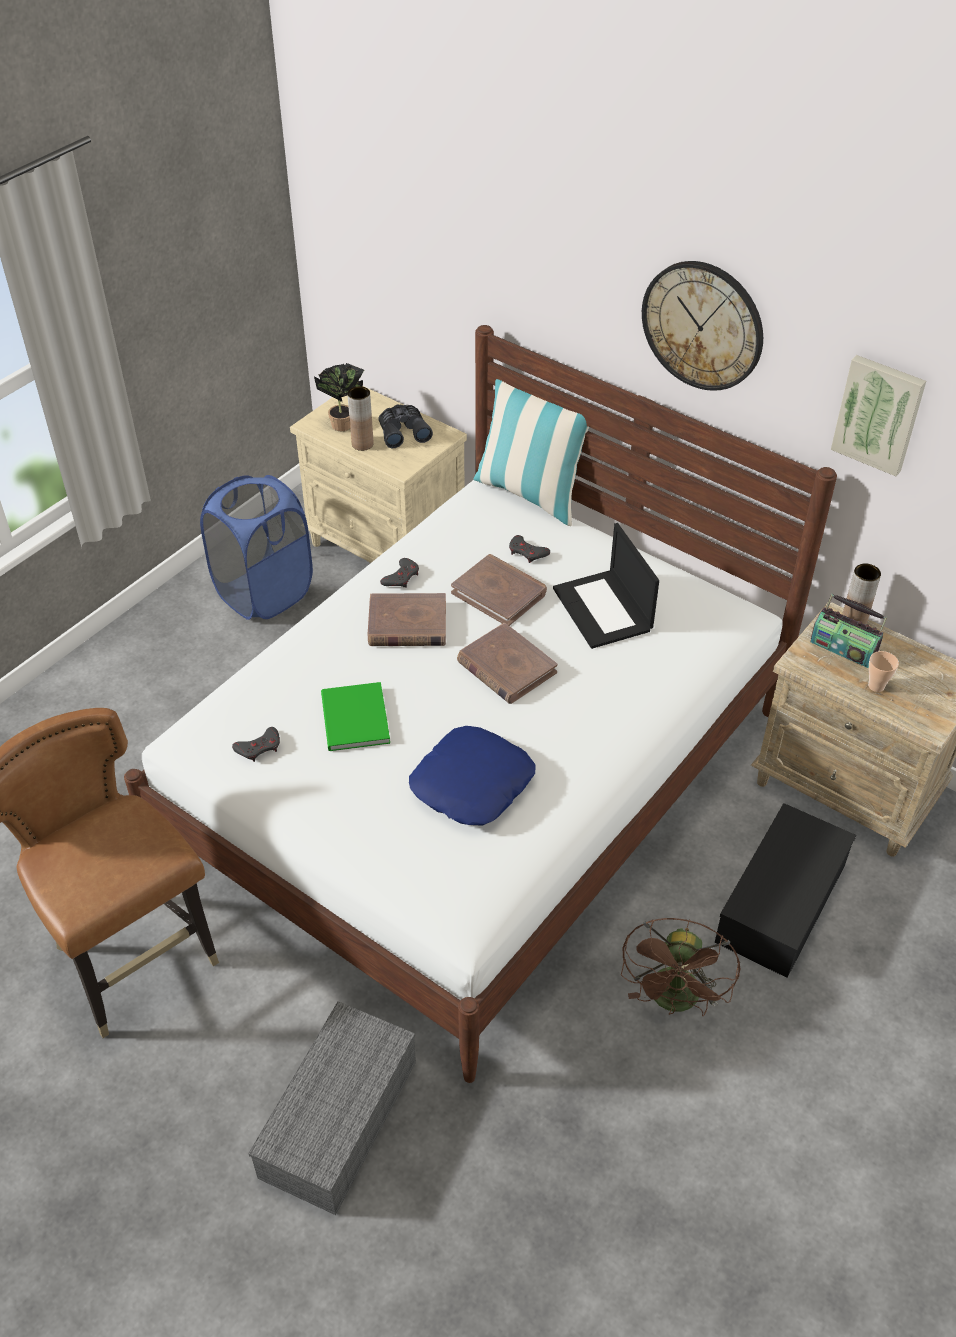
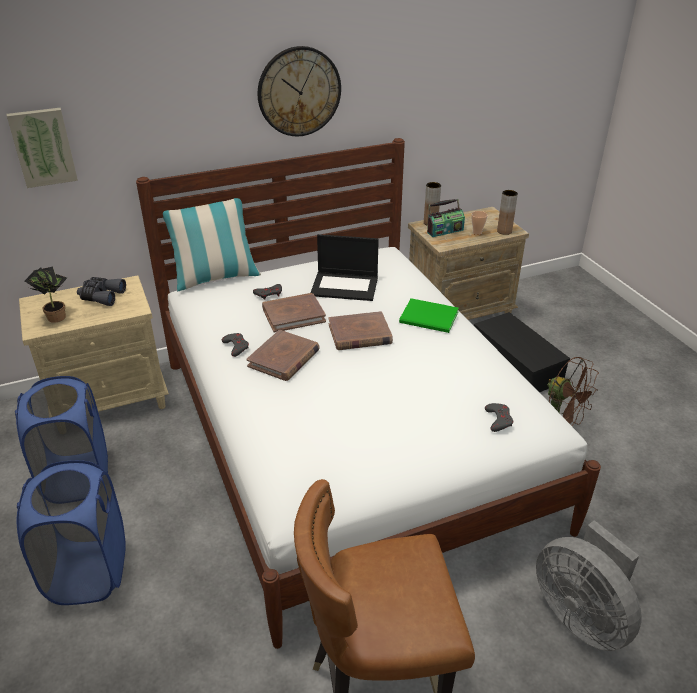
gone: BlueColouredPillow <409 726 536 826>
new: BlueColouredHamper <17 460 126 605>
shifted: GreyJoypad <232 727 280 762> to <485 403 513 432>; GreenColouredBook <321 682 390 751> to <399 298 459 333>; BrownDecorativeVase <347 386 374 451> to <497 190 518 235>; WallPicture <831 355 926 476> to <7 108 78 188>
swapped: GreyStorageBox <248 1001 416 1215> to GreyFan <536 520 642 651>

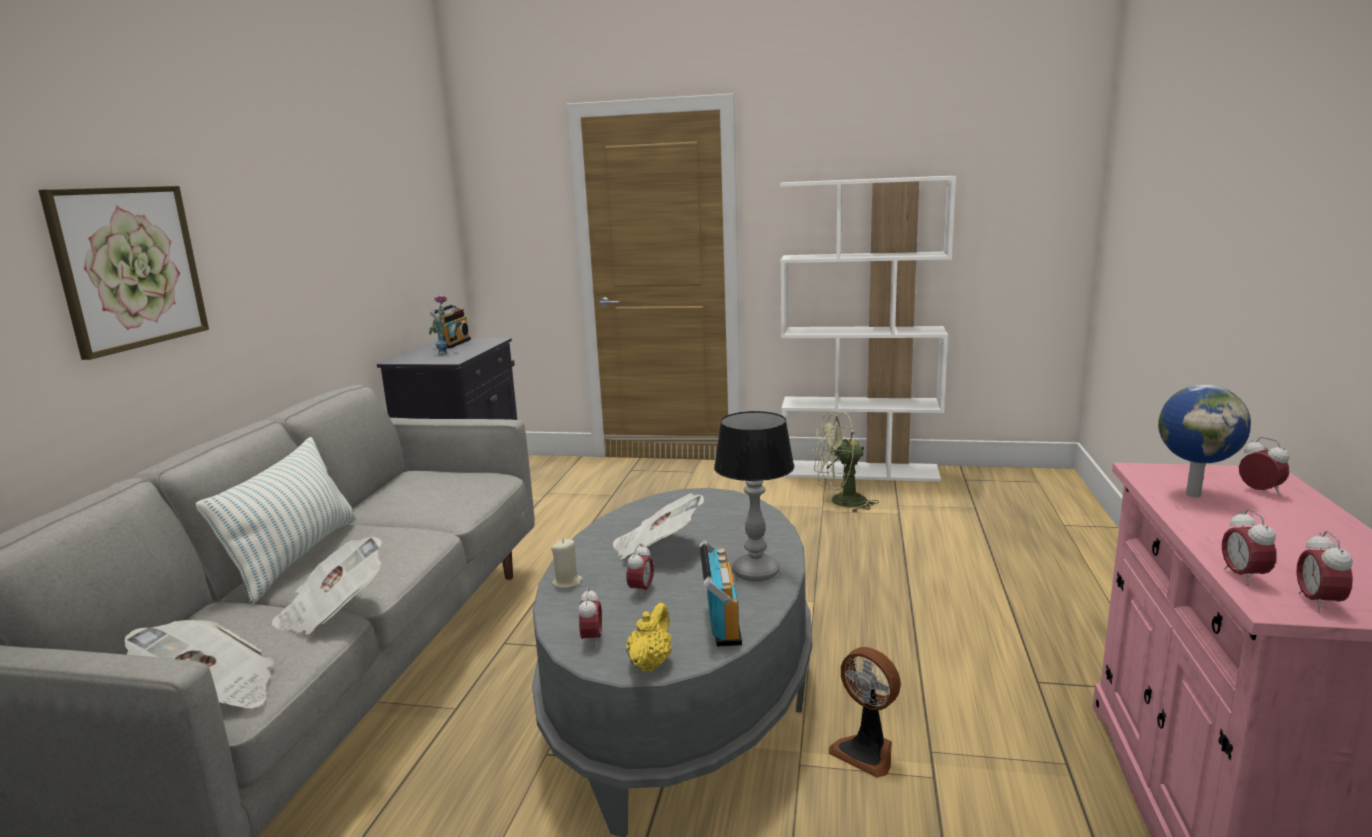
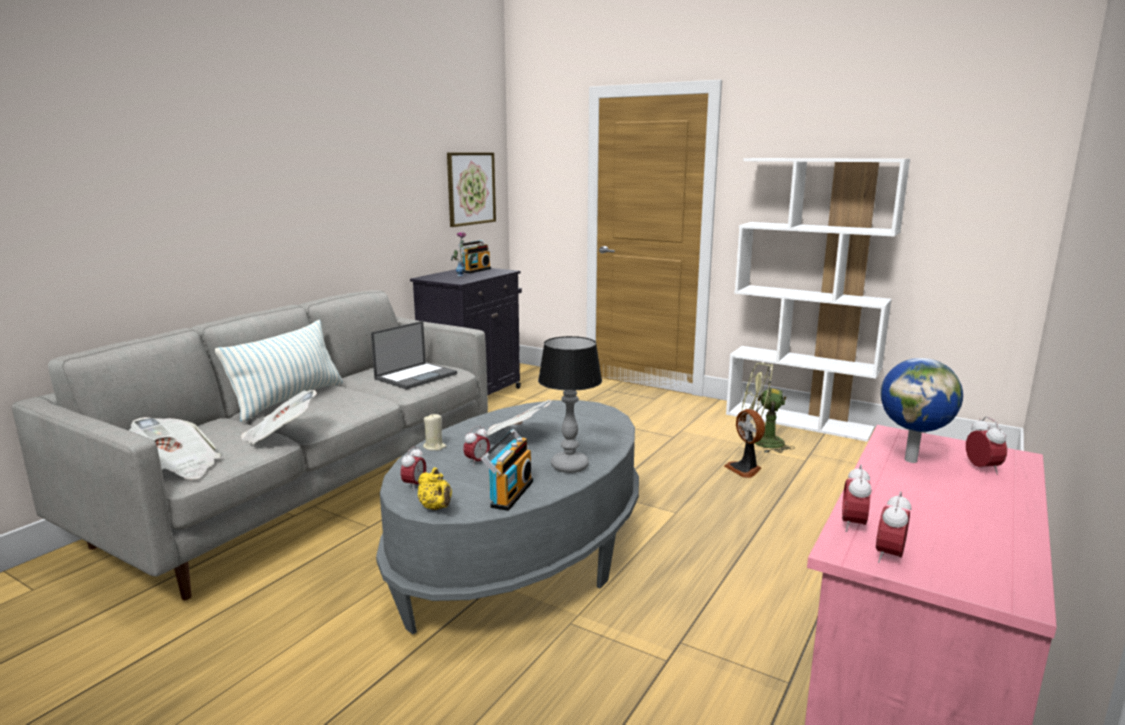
new: PortableComputer <371 321 457 390>
shifted: WallPicture <39 186 209 360> to <447 153 496 227>; Fan <829 647 901 778> to <724 409 765 478>
rotated: YellowishPotForTea <626 603 672 672> = <418 468 452 510> 105 degrees clockwise

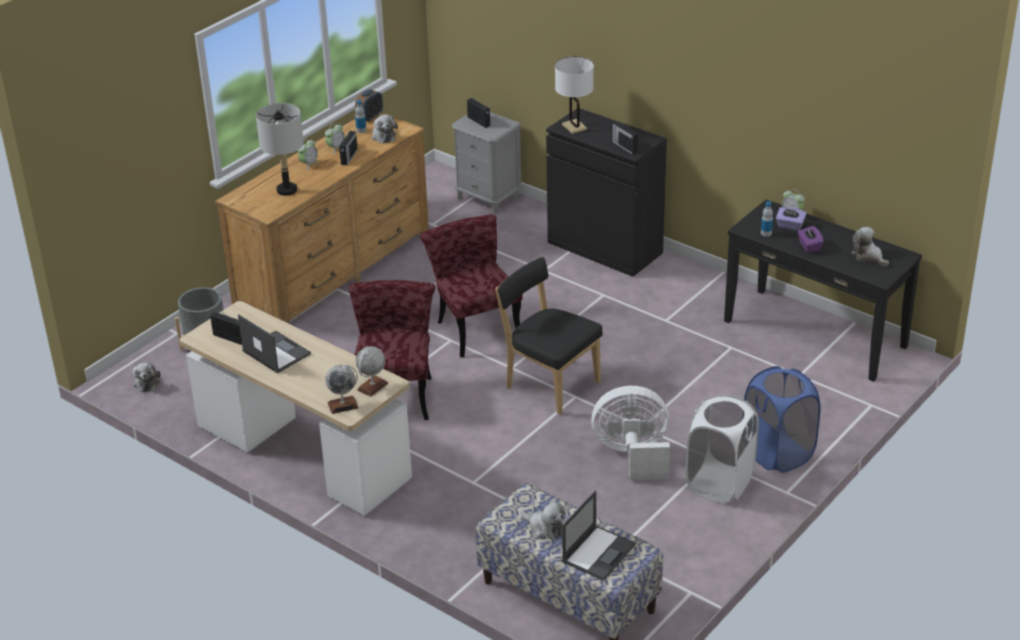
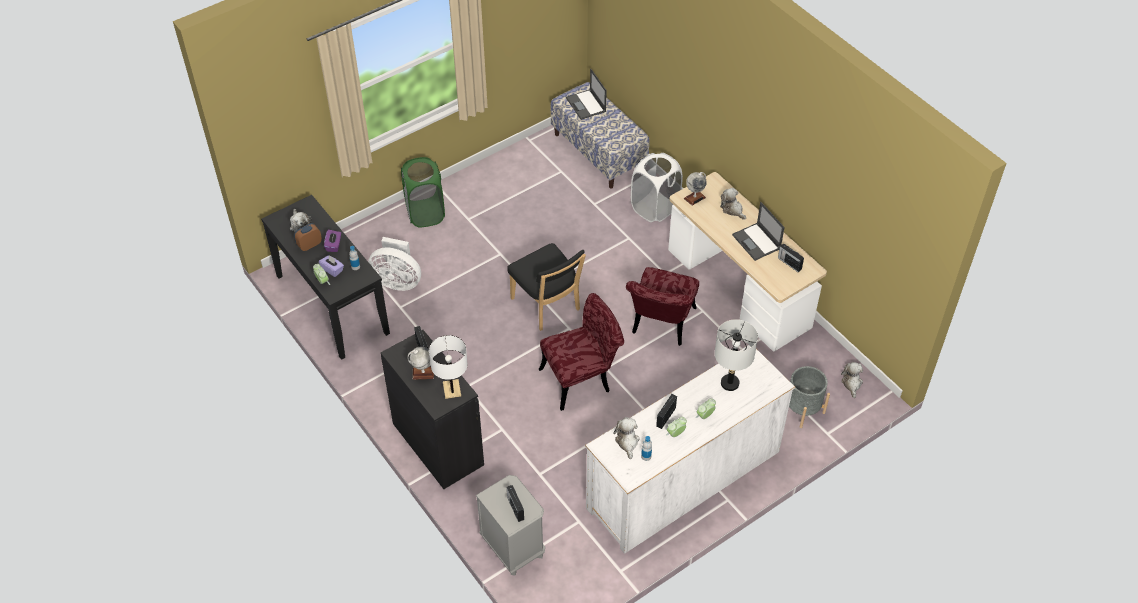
shifted: DeskGlobe <325 364 359 414> to <407 346 434 379>; TableClock <355 89 383 122> to <294 223 322 251>; SoftToy <520 502 566 539> to <720 188 746 220>; WhiteColouredFan <591 386 670 480> to <368 237 421 291>; WhiteColouredHamper <686 394 759 503> to <631 153 683 222>
repainted: BrownDresser <215 112 429 324> to WhiteColouredDresser <585 345 795 554>; BlueColouredHamper <744 366 820 473> to GreenColouredHamper <401 157 445 228>
rotated: RedChair <420 214 522 358> = <539 293 624 411> 105 degrees counterclockwise; PortableComputer <562 490 636 581> = <566 69 607 120> 75 degrees counterclockwise

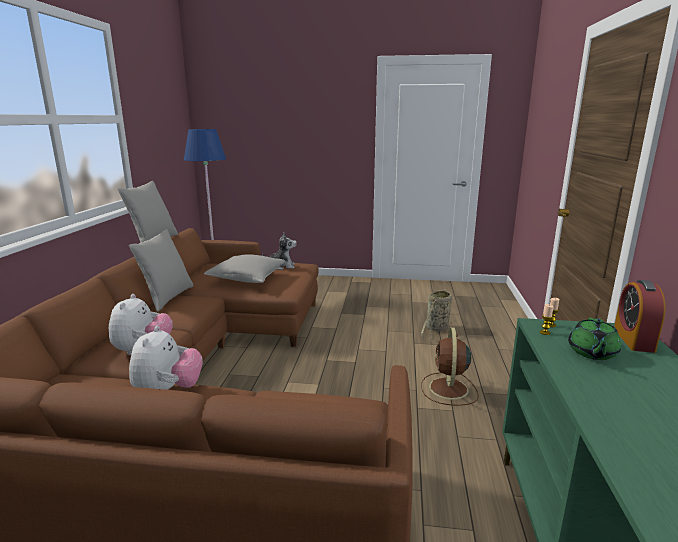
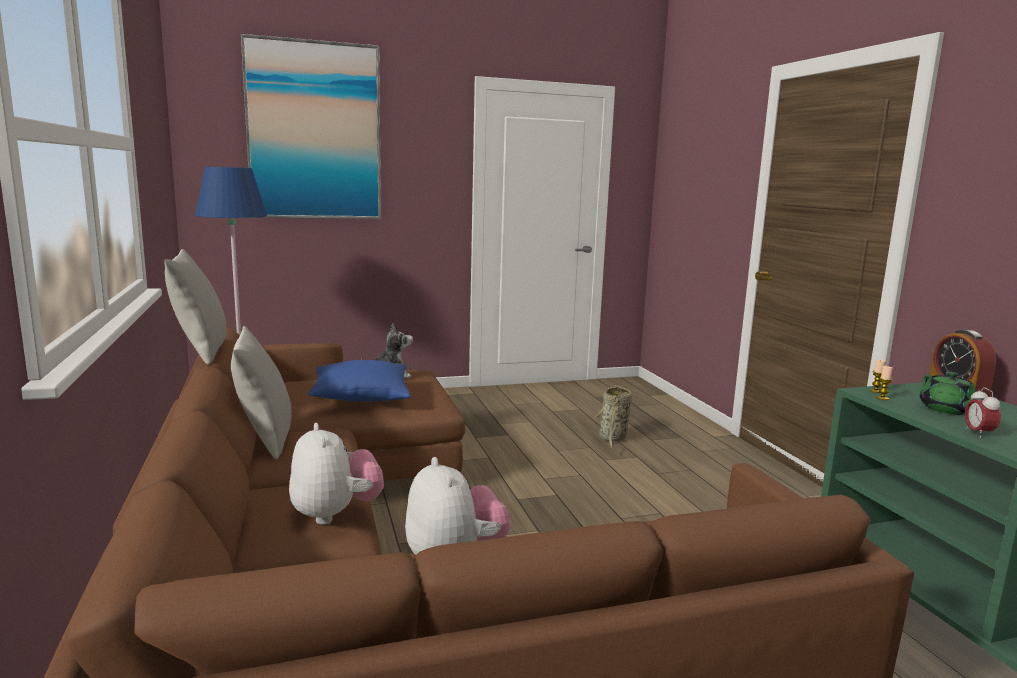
gone: BrownFan <421 327 479 406>
new: WallPicture <241 34 381 219>; TableClock <965 388 1001 438>
repainted: GreyPillow <204 254 285 283> to BlueColouredPillow <308 360 411 402>

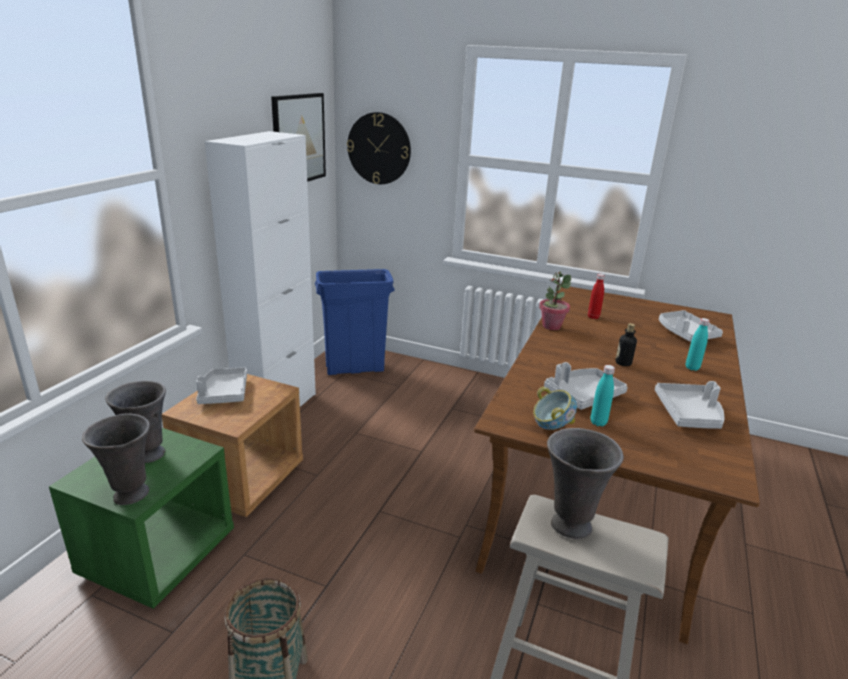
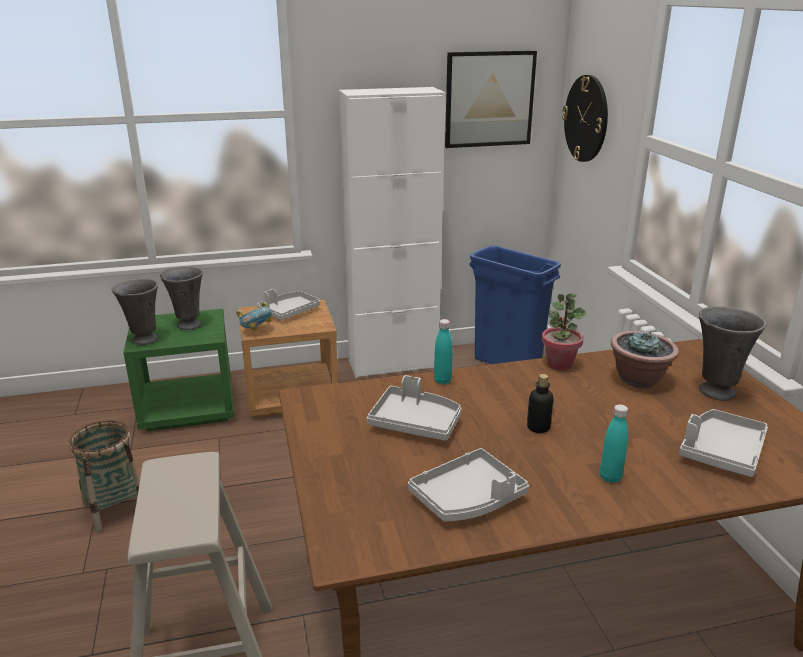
shifted: DeepDish <533 387 577 430> to <236 302 272 330>; GreyDecorativeVase <547 428 624 539> to <698 306 767 401>; BlueGreenBeverageBottle <591 365 615 426> to <434 319 453 384>
swapped: RedBeverageBottle <588 274 605 319> to PottedPlant <611 331 679 389>

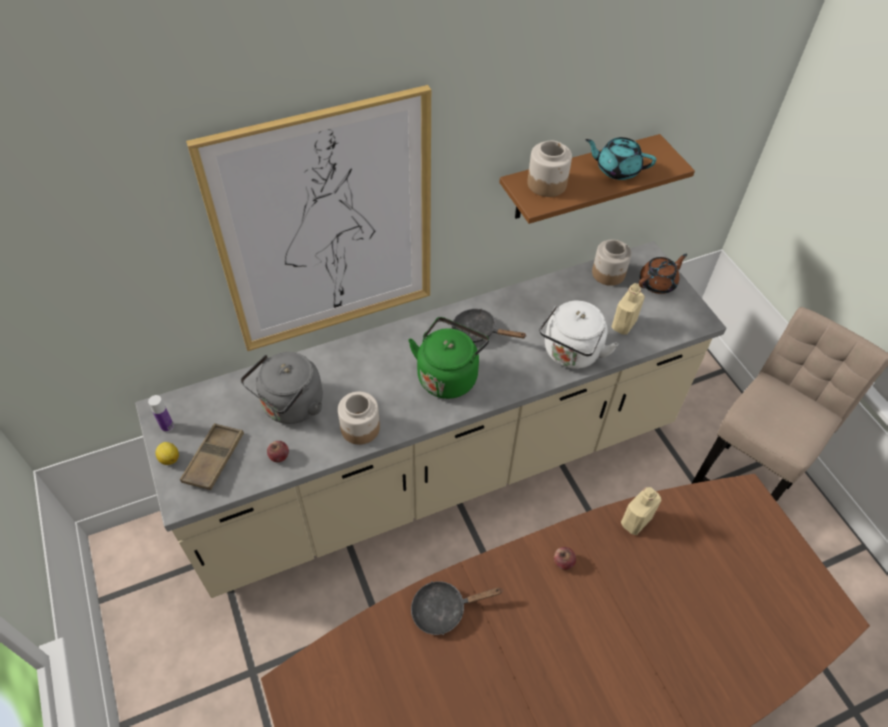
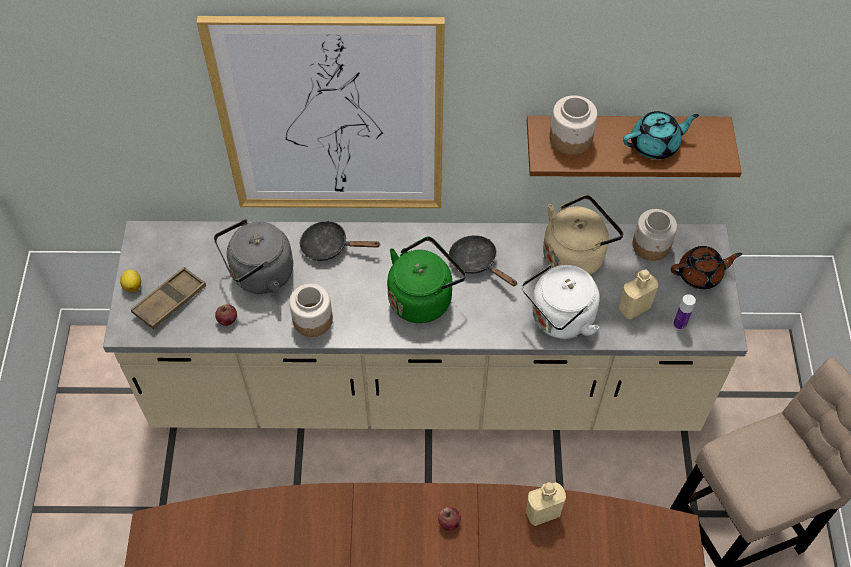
new: BeigeTeaKettle <543 195 623 275>
shifted: BeverageBottle <148 395 174 432> to <673 294 696 330>; BlackColouredSkillet <411 581 503 635> to <300 220 381 261>
rotated: BlueGreenPotForTea <585 137 656 180> = <623 111 699 159> 120 degrees clockwise

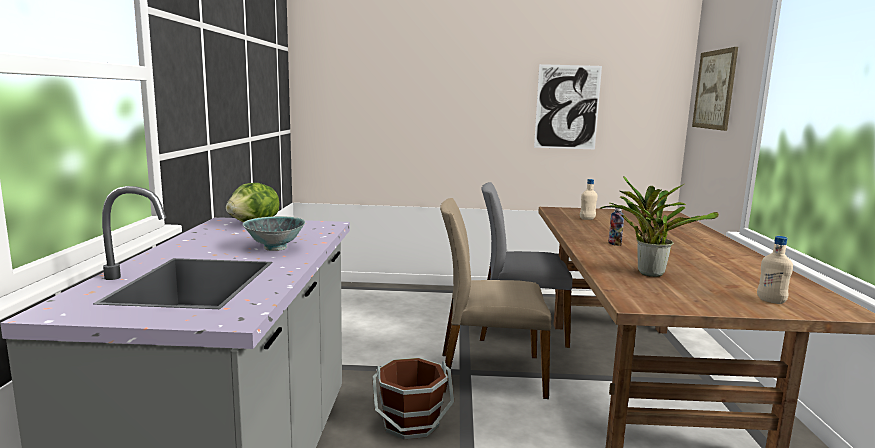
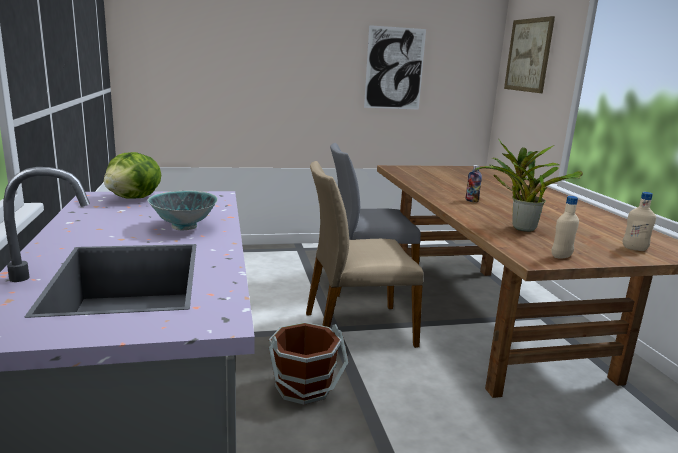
shifted: BeigeBeverageBottle <580 179 597 220> to <551 196 579 259>

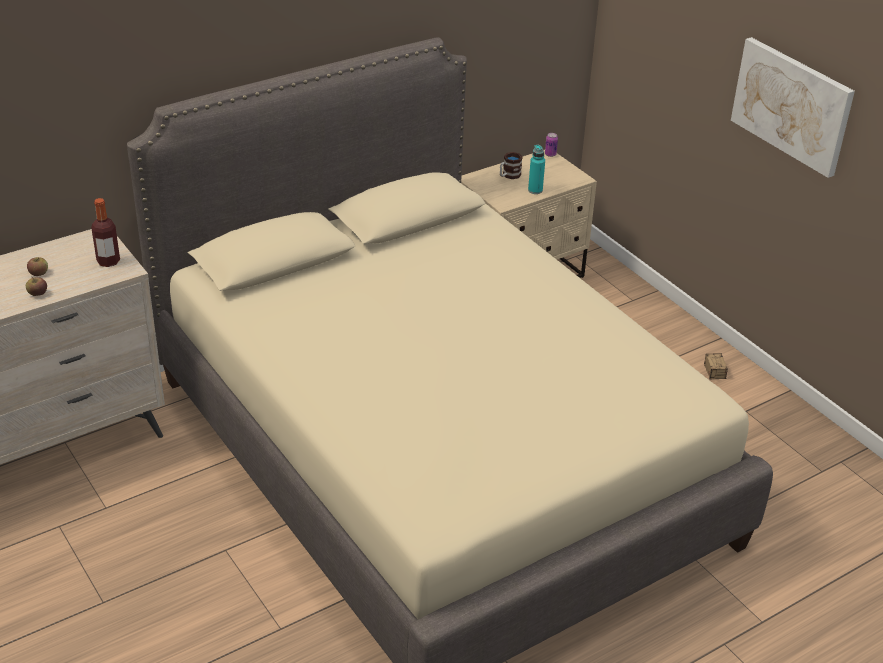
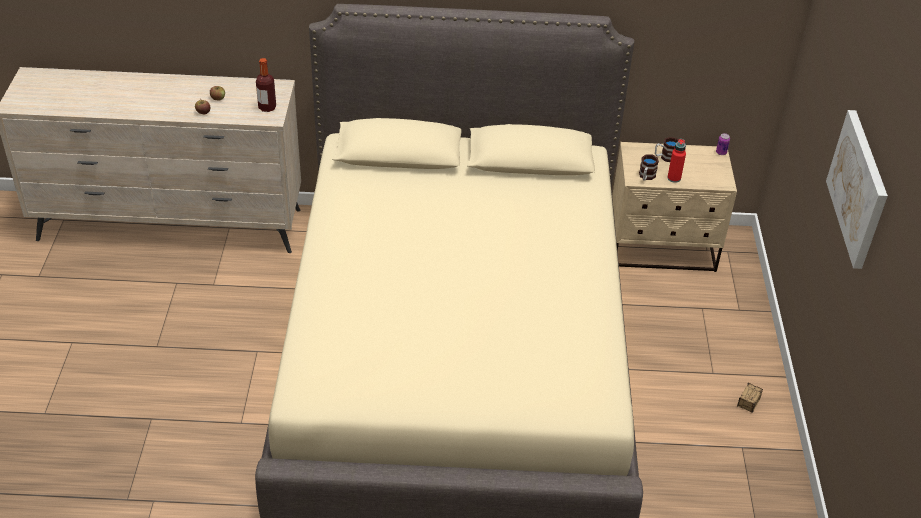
new: TeaMug <639 154 659 181>
repainted: BlueGreenBeverageBottle <528 145 545 194> to RedBeverageBottle <667 139 686 183>

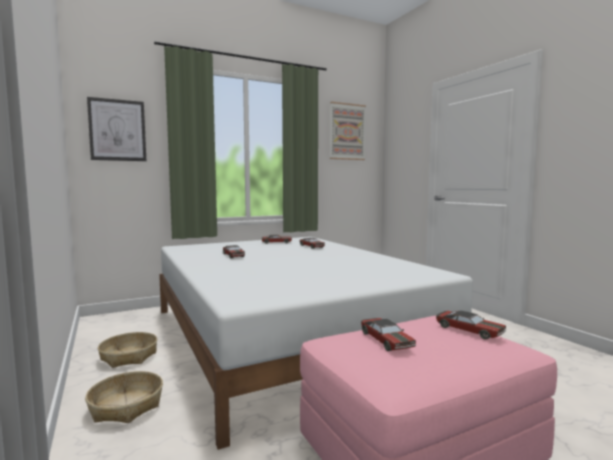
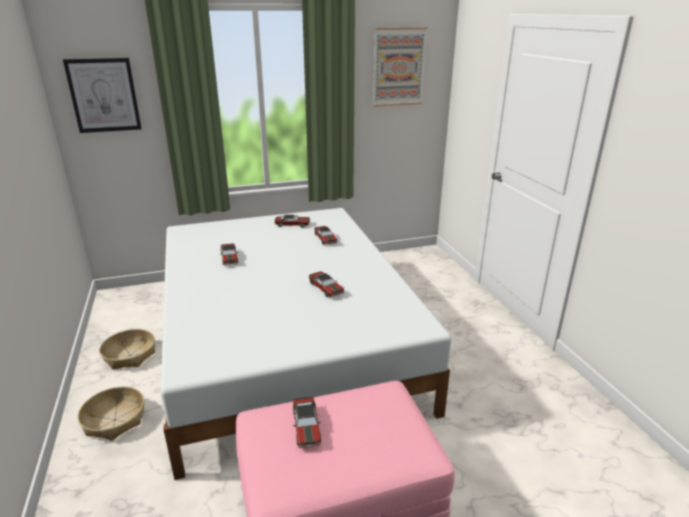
shifted: ToyCar <436 311 506 340> to <309 271 344 297>

